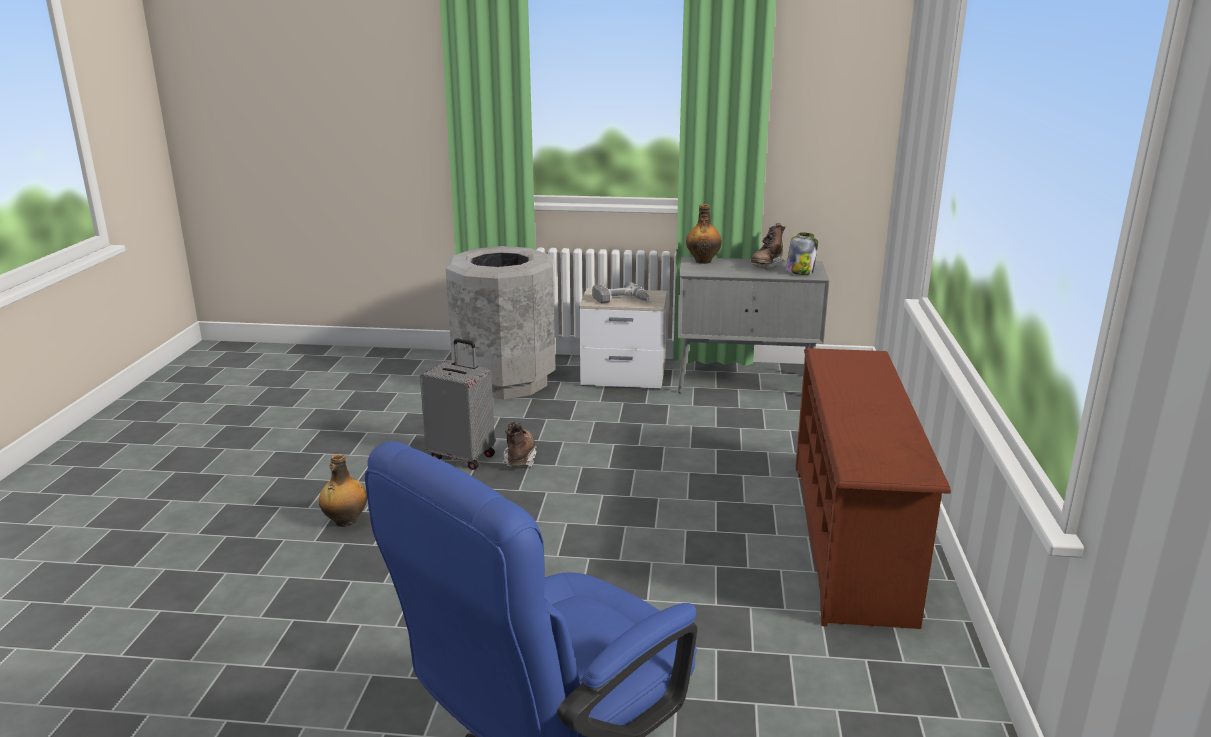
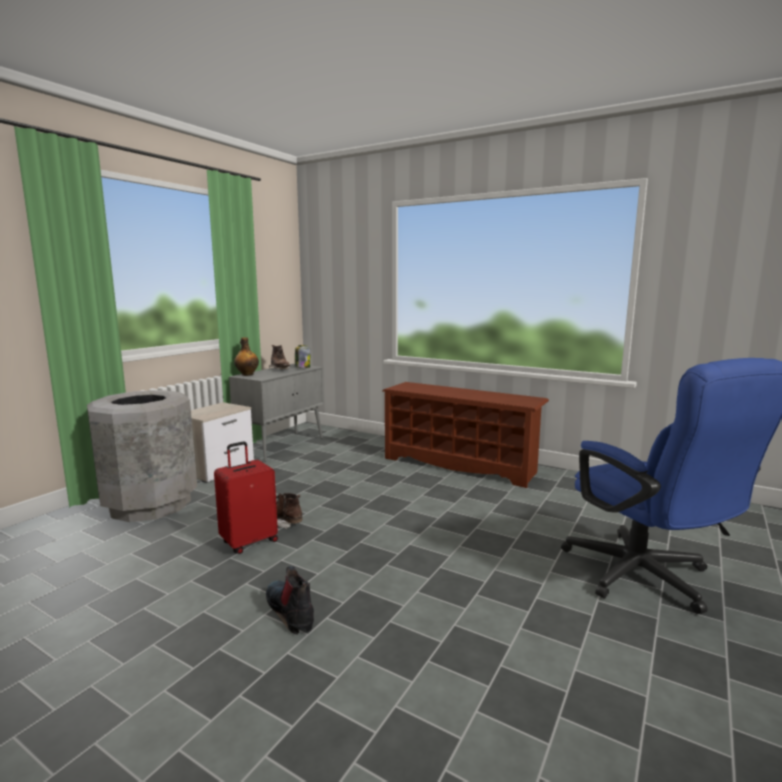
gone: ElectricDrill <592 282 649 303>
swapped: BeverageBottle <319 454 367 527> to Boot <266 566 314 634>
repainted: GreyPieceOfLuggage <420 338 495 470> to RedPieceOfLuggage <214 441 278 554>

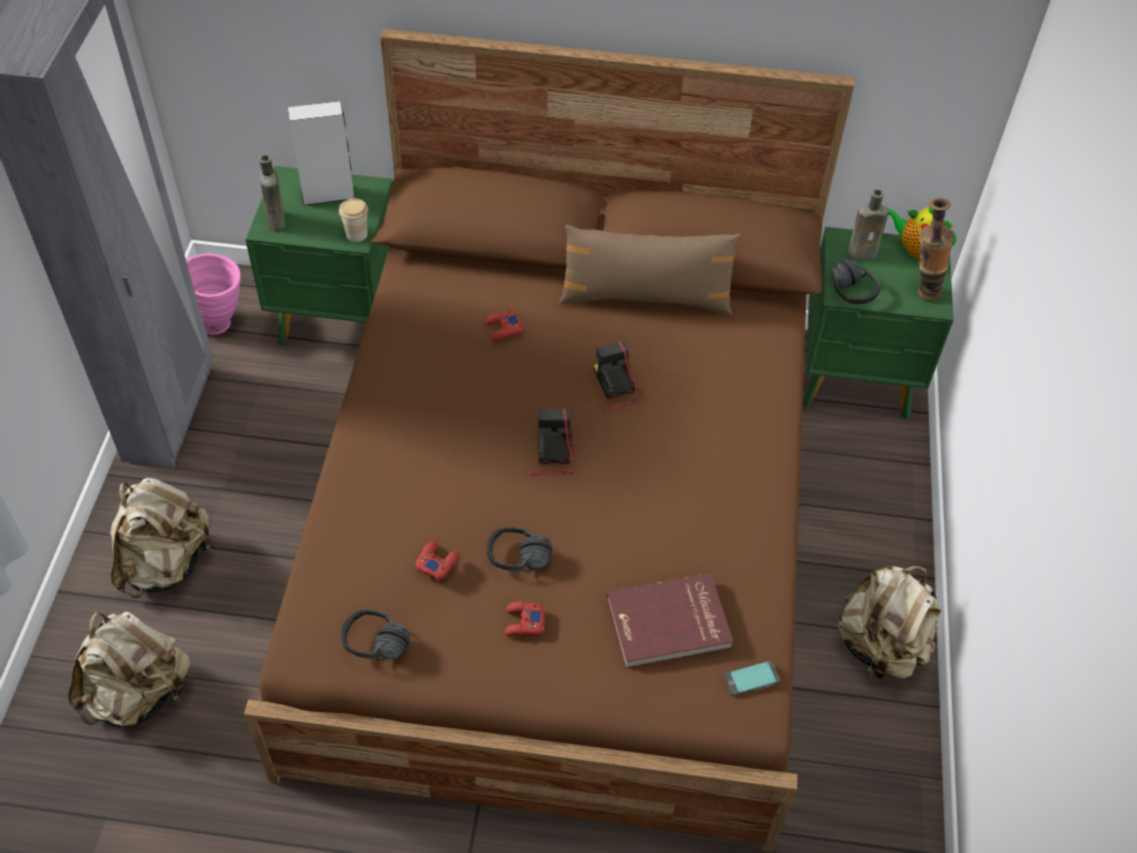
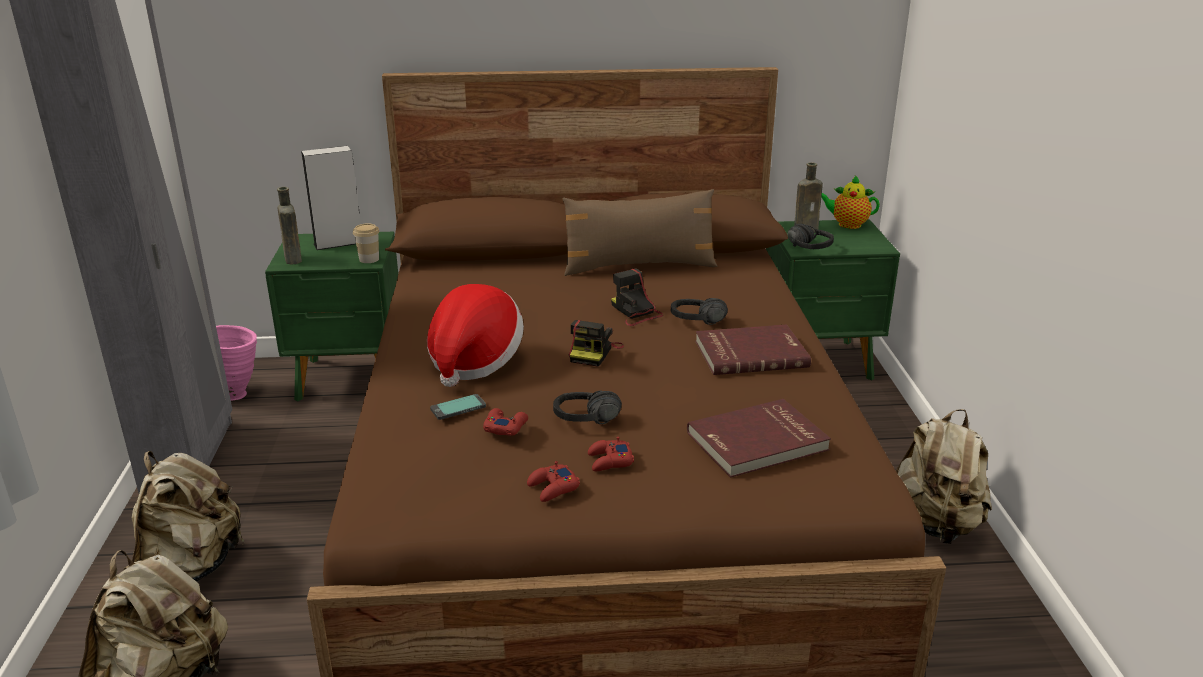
gone: DecorativeVase <918 198 954 301>
new: ClothingHat <427 284 524 387>; RedBook <695 325 811 375>
shifted: BlackColouredHeadphones <341 609 410 661> to <671 298 728 325>; RedJoypad <485 309 524 341> to <527 461 580 502>; Telephone <723 660 780 696> to <430 394 486 420>
rotated: PhotoCamera <528 409 576 476> = <569 320 624 367> 150 degrees counterclockwise

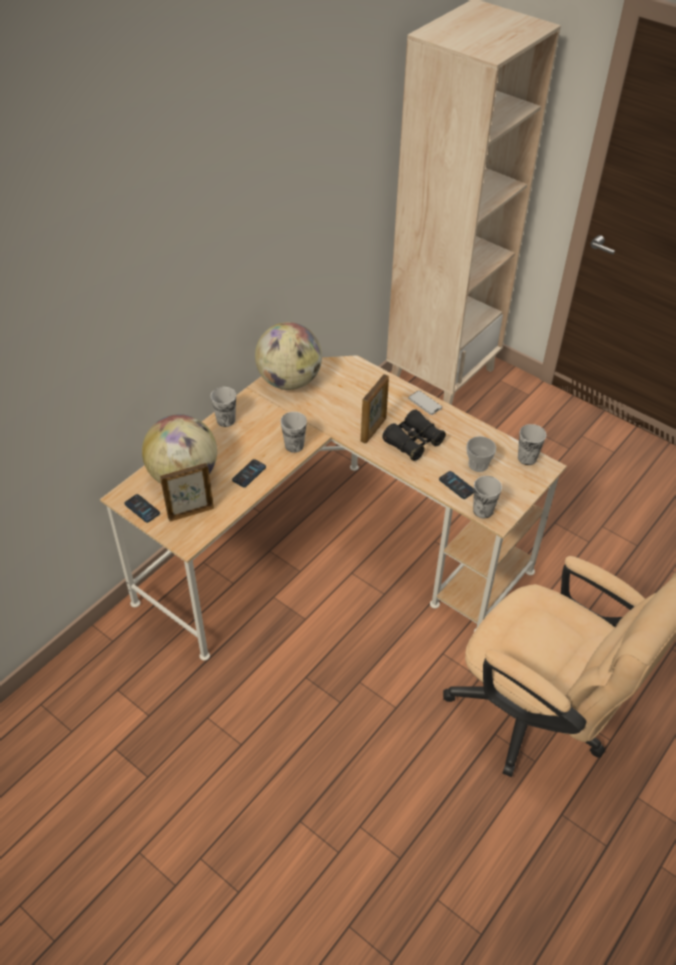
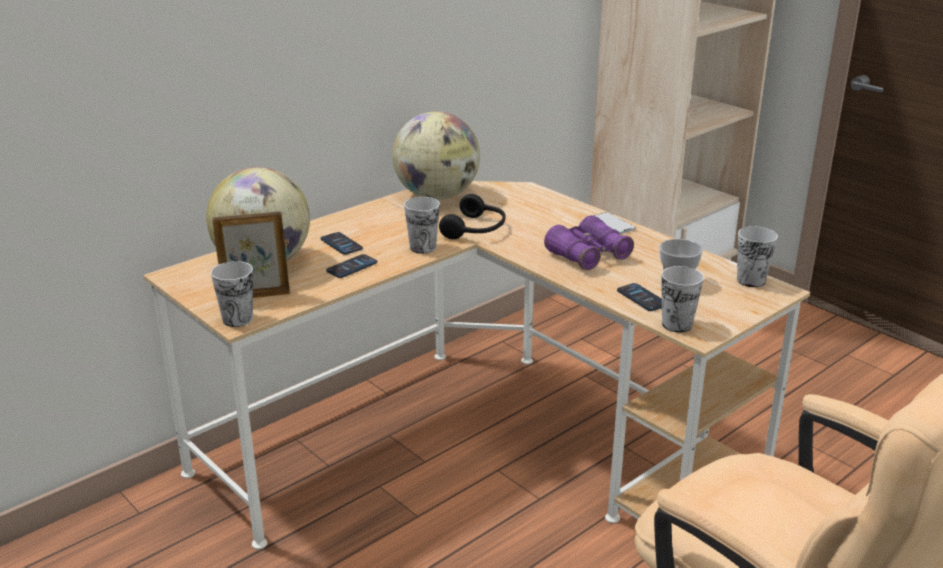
gone: StandingFrame <361 374 389 443>
new: BlackColouredHeadphones <439 194 505 239>
shifted: Telephone <124 494 160 523> to <321 232 363 255>; Cup <211 387 236 427> to <211 261 253 327>
repainted: BlackColouredPairOfBinoculars <382 409 446 461> to PurpleColouredPairOfBinoculars <544 215 634 270>

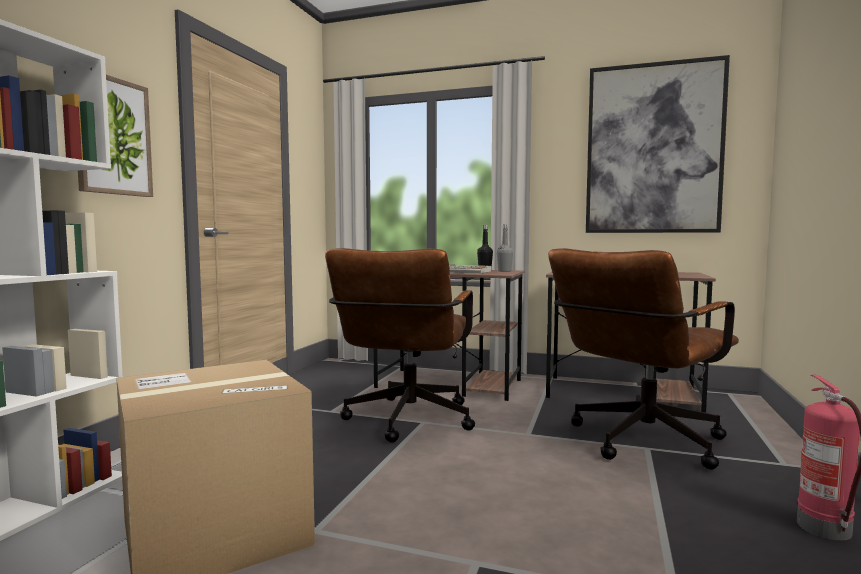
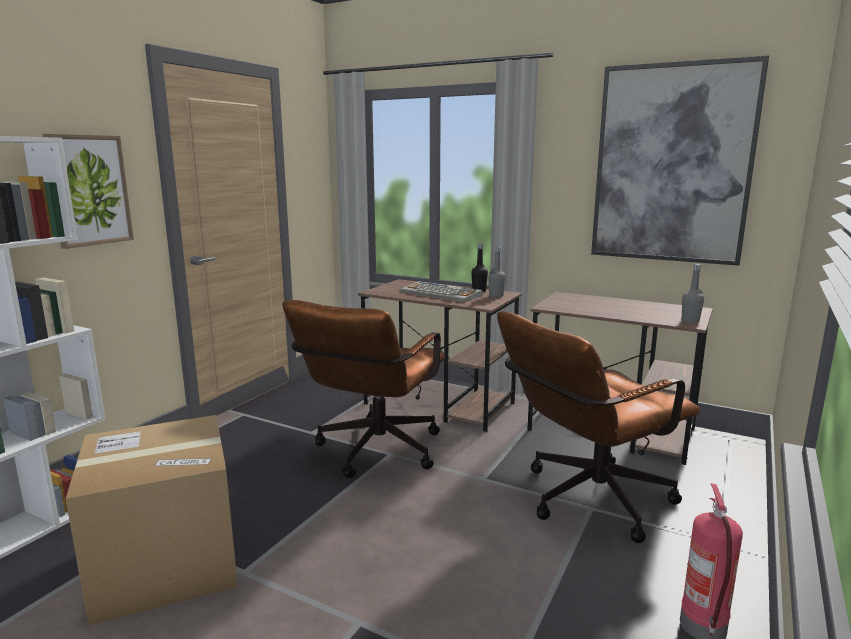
new: GreyBeverageBottle <682 264 704 323>

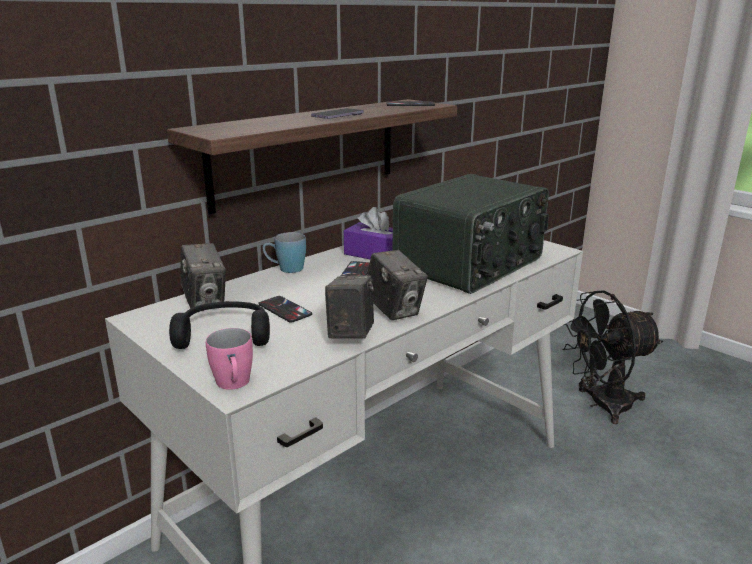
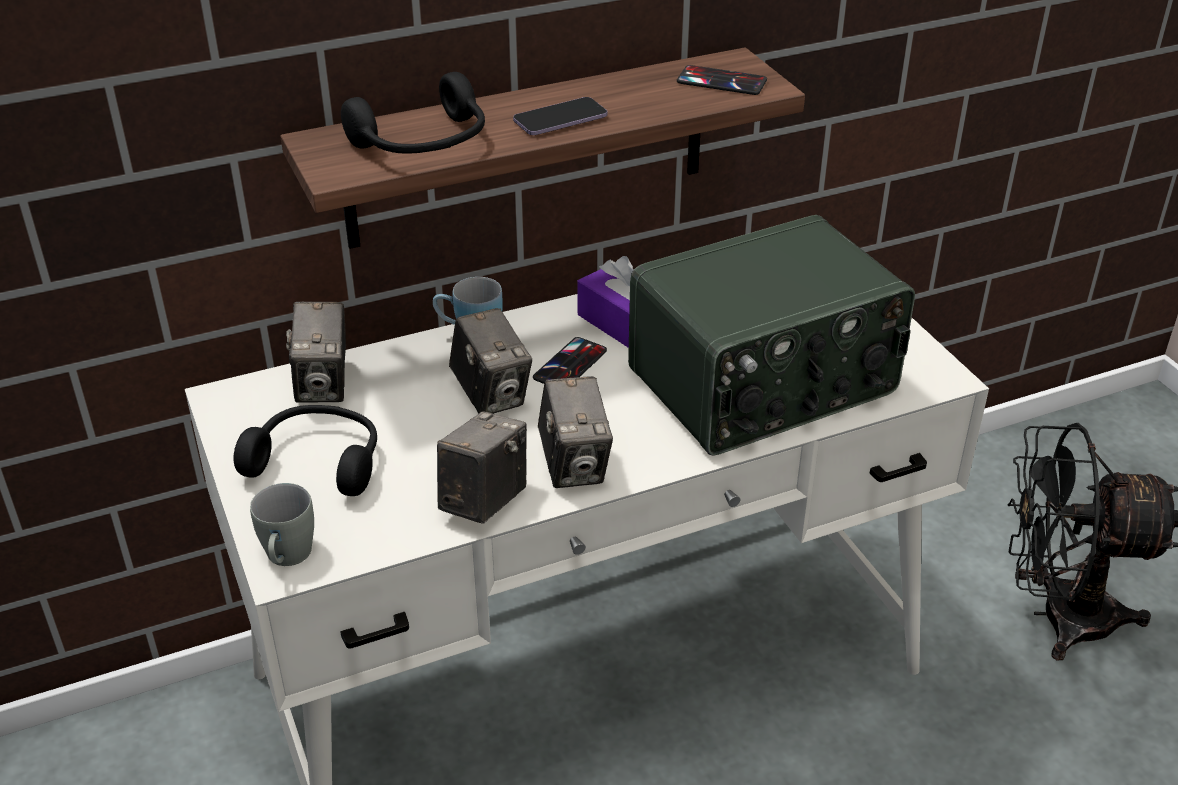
gone: Telephone <258 296 312 323>
new: BlackColouredHeadphones <341 72 485 154>; PhotoCamera <449 308 532 414>
repainted: PinkishTeaMug <206 328 253 390> to GreyTeaMug <250 483 314 566>

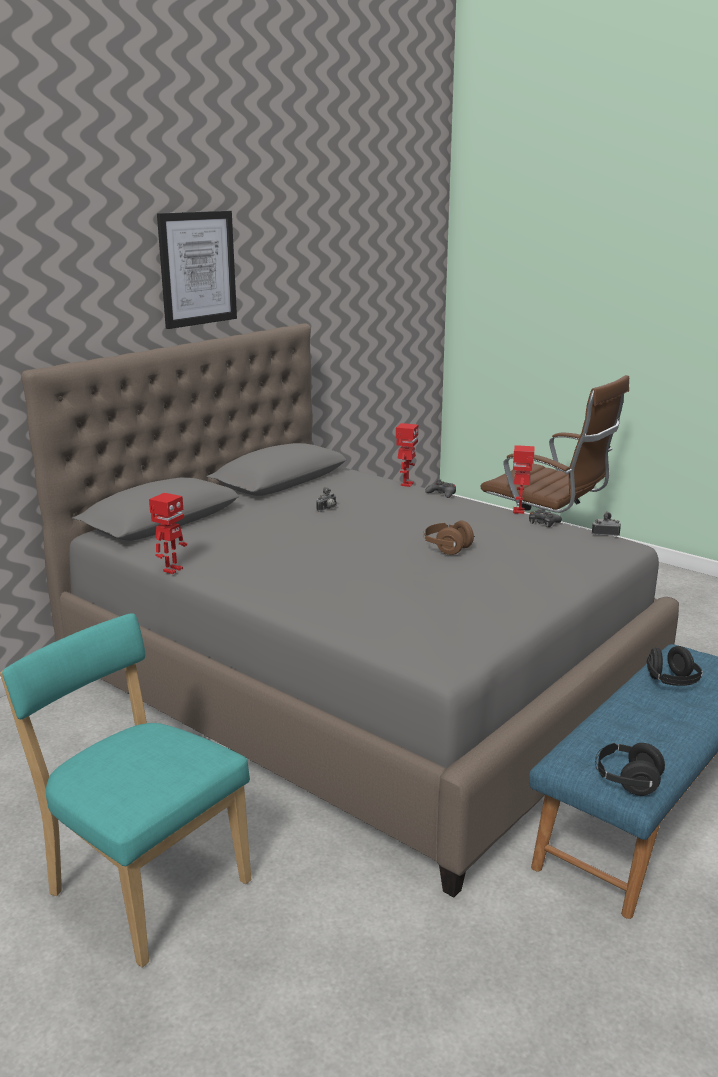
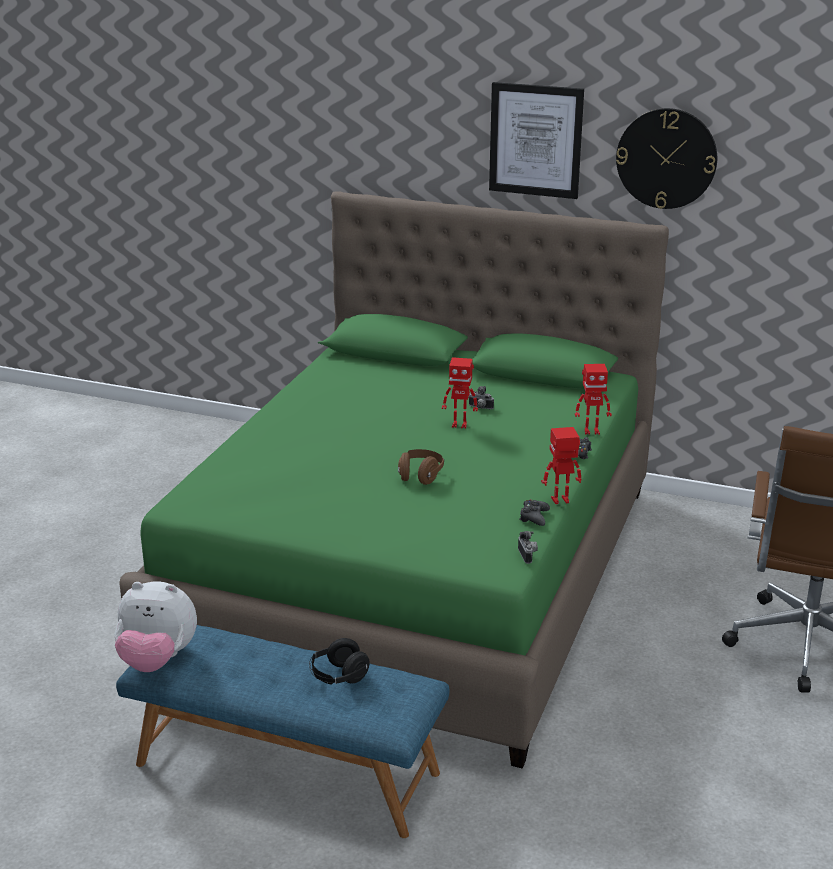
gone: BlueGreenChair <0 613 251 968>
new: ClockOnTheWall <616 108 717 209>
shifted: RobotFigure <149 493 187 574> to <442 357 478 429>
swapped: BlackColouredHeadphones <595 743 665 796> to SoftToy <114 581 197 672>
repainted: GreyBed <21 323 679 898> to GreenColouredBed <119 191 669 769>

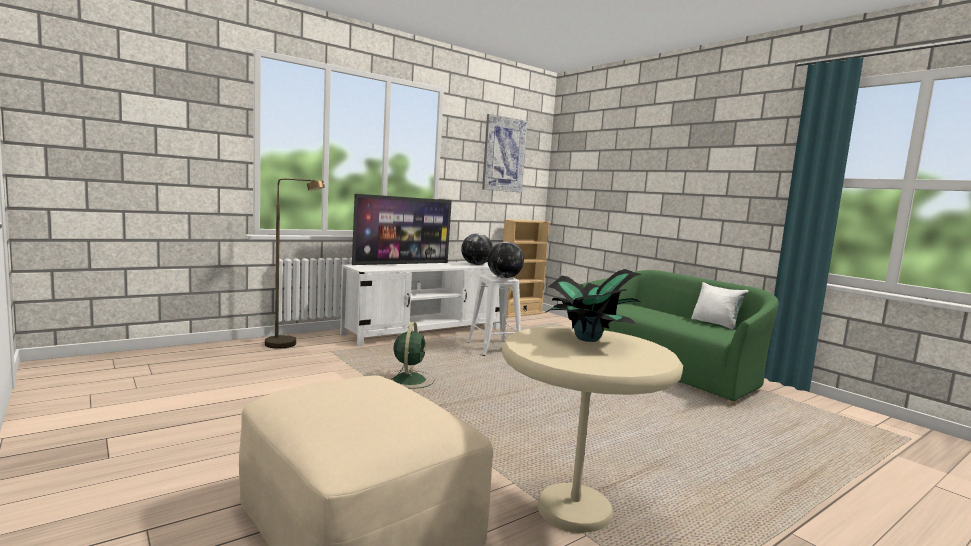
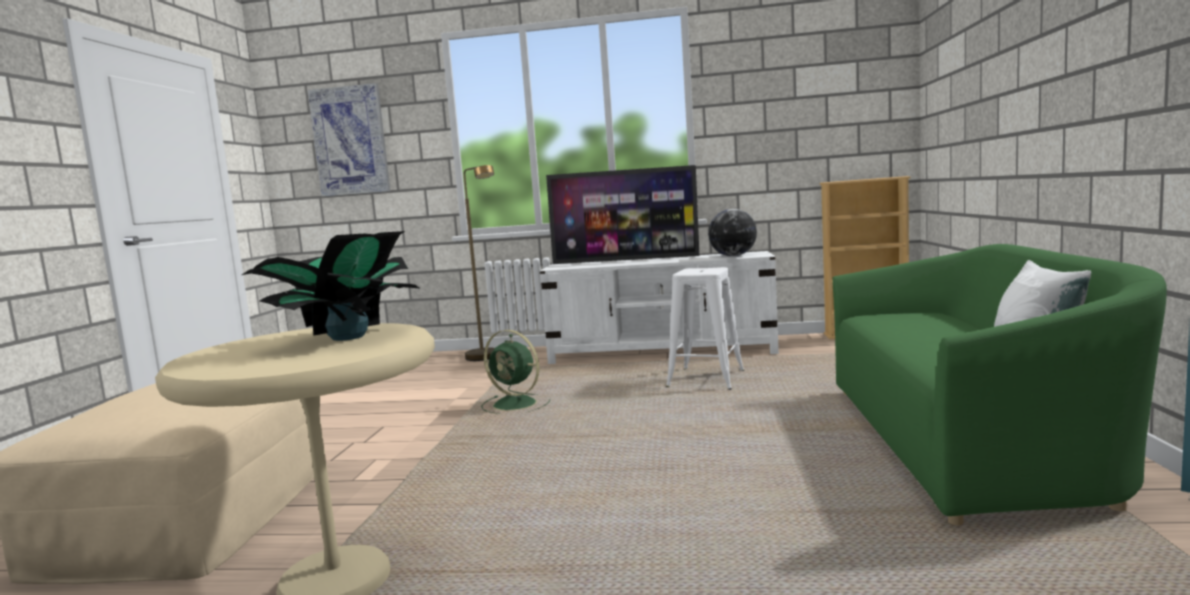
gone: DeskGlobe <487 242 524 278>
shifted: WallPicture <482 114 527 193> to <308 83 390 197>
rotated: GreenColouredFan <390 322 435 389> = <481 330 550 414> 75 degrees clockwise

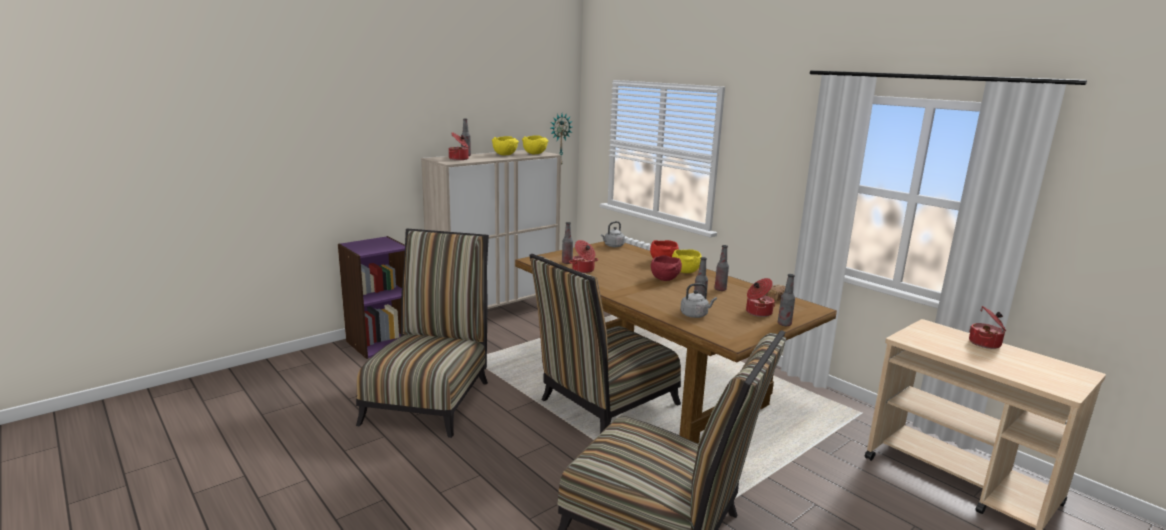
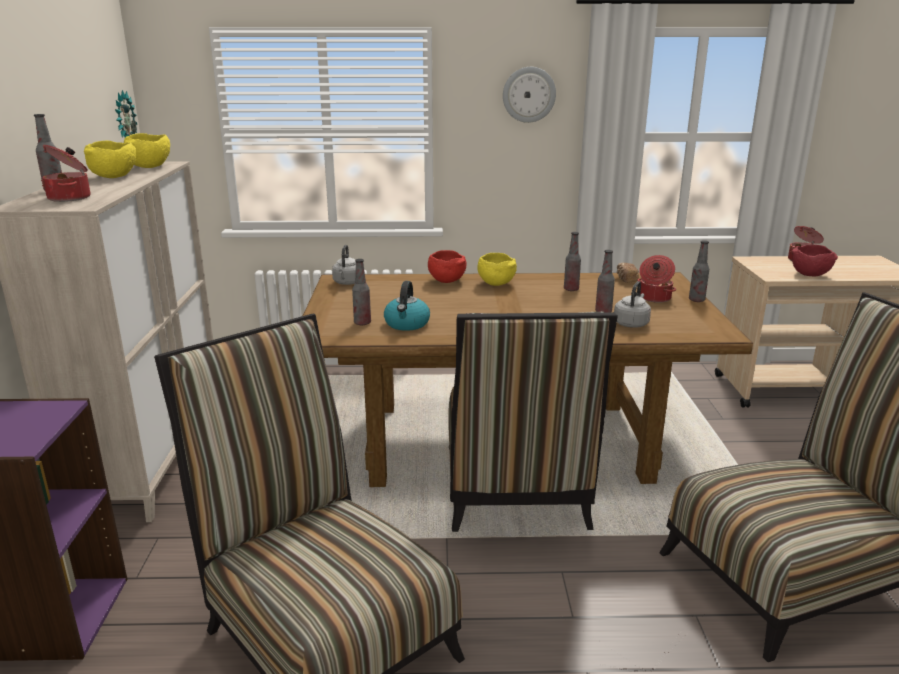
new: ClockOnTheWall <503 67 556 123>
shifted: RedDeepDish <651 255 682 281> to <792 245 838 276>
swapped: Saucepot <569 240 598 273> to TeaKettle <384 281 430 331>

